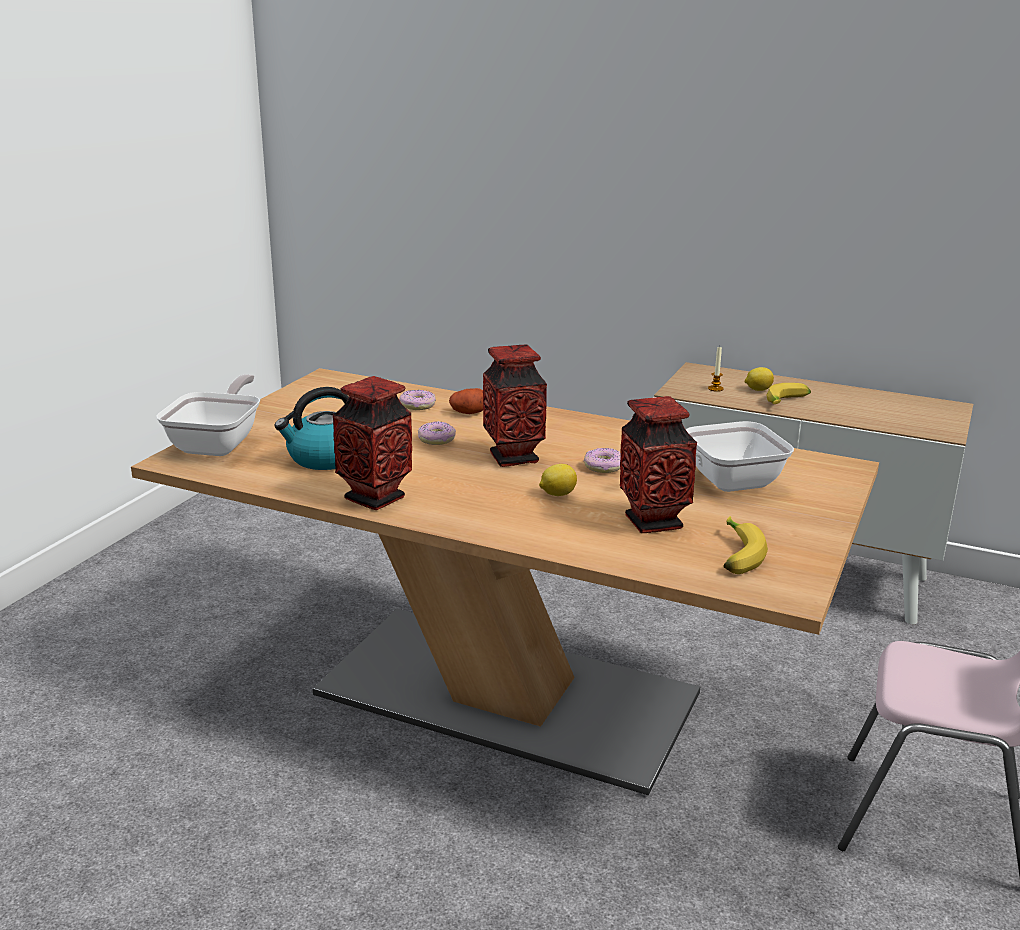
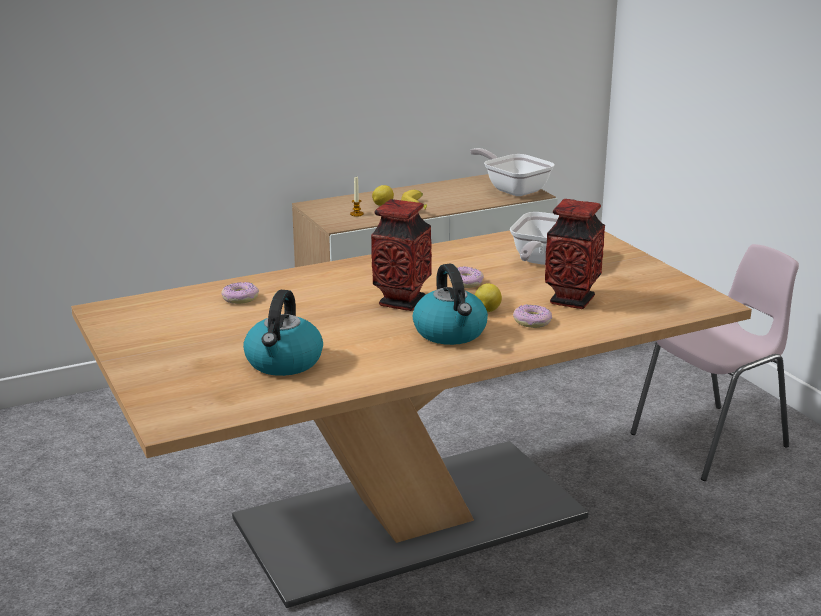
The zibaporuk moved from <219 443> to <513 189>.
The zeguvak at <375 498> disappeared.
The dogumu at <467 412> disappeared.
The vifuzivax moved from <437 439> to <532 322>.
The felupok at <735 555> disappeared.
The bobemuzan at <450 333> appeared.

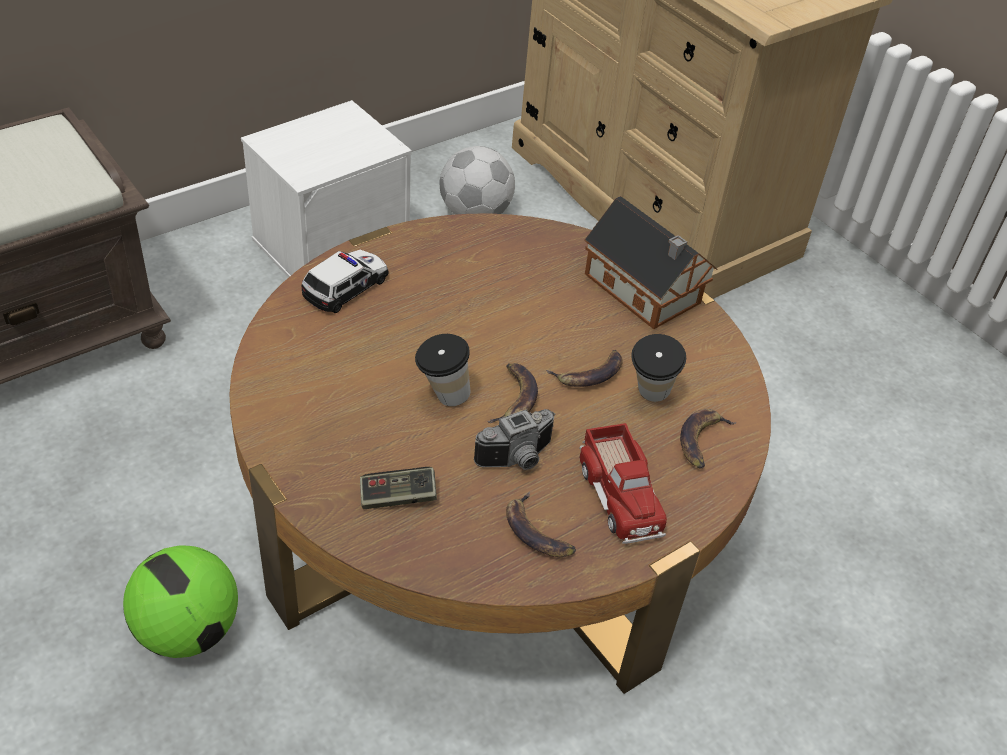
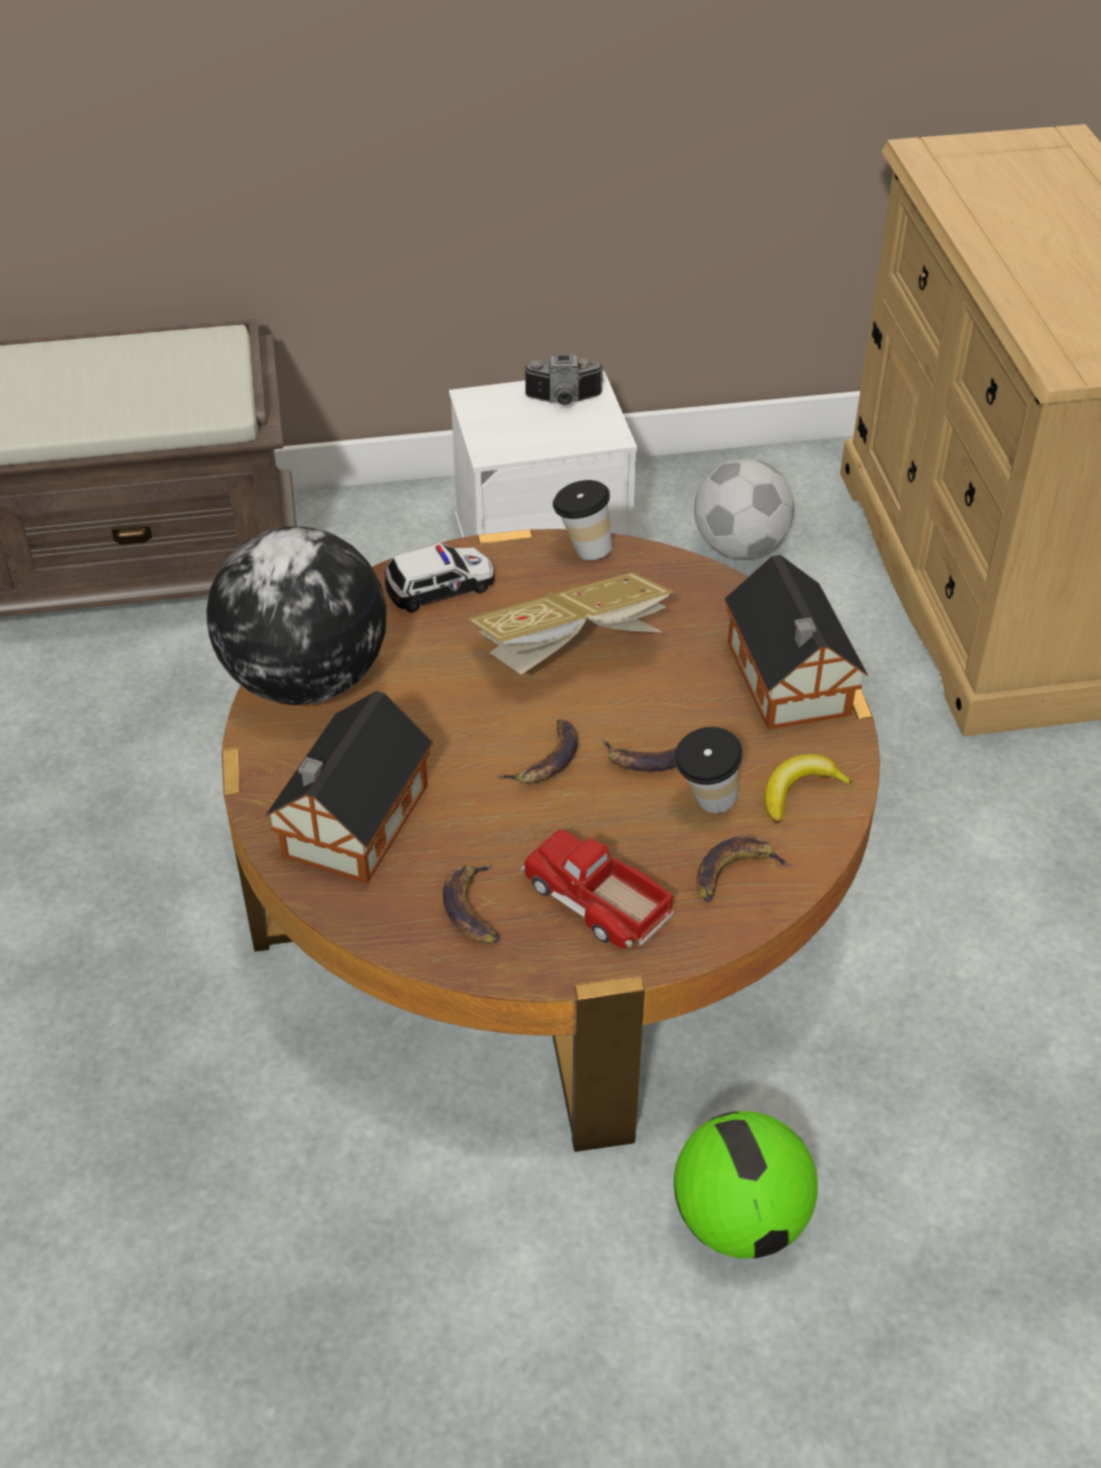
The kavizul moved from <442 397> to <582 550>.
The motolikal moved from <519 460> to <563 401>.
The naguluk at <621 494> turned 120 degrees clockwise.
The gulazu at <398 497> was replaced by the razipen at <351 825>.
The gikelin moved from <188 630> to <739 1219>.
The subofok at <305 681> appeared.
The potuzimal at <571 651> appeared.
The felupok at <799 792> appeared.

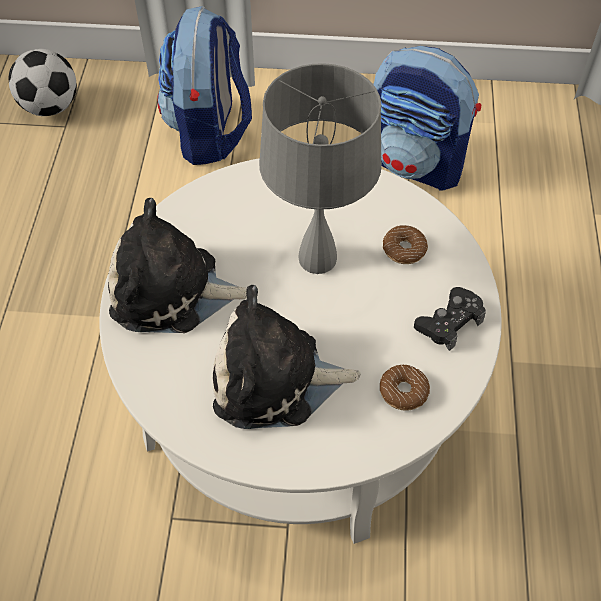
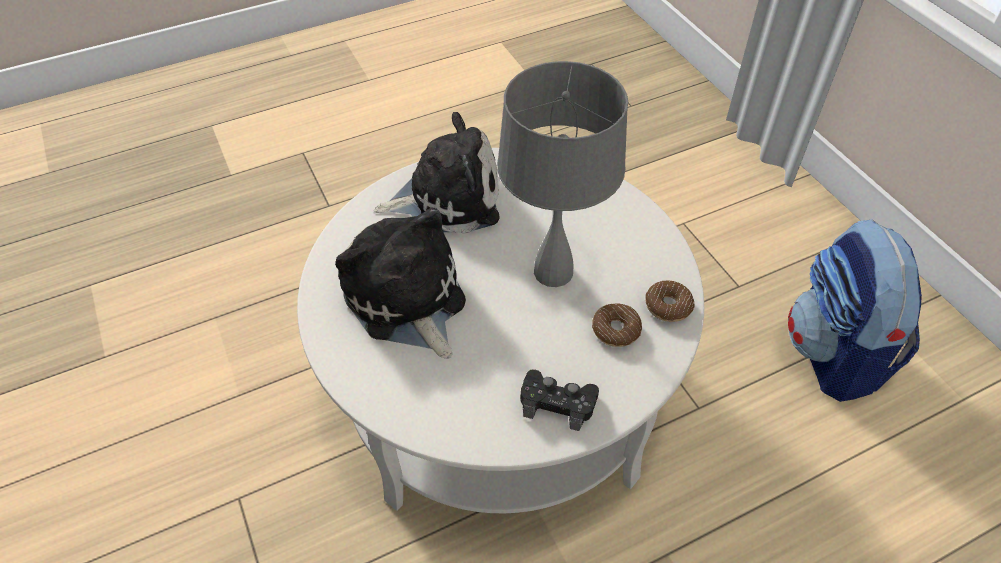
The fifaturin at <209 133> disappeared.
The gikelin at <51 107> disappeared.
The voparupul at <172 291> turned 105 degrees clockwise.
The vifuzivax moved from <403 391> to <668 306>.

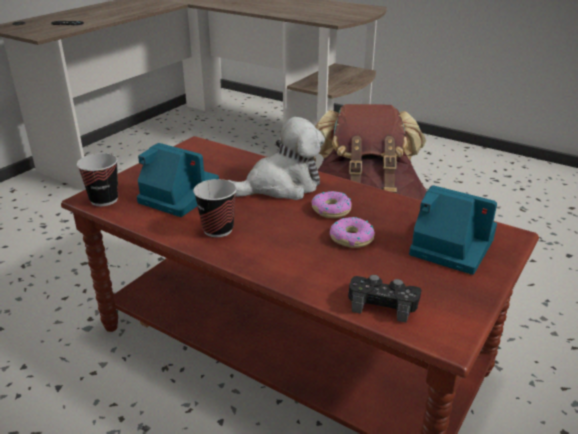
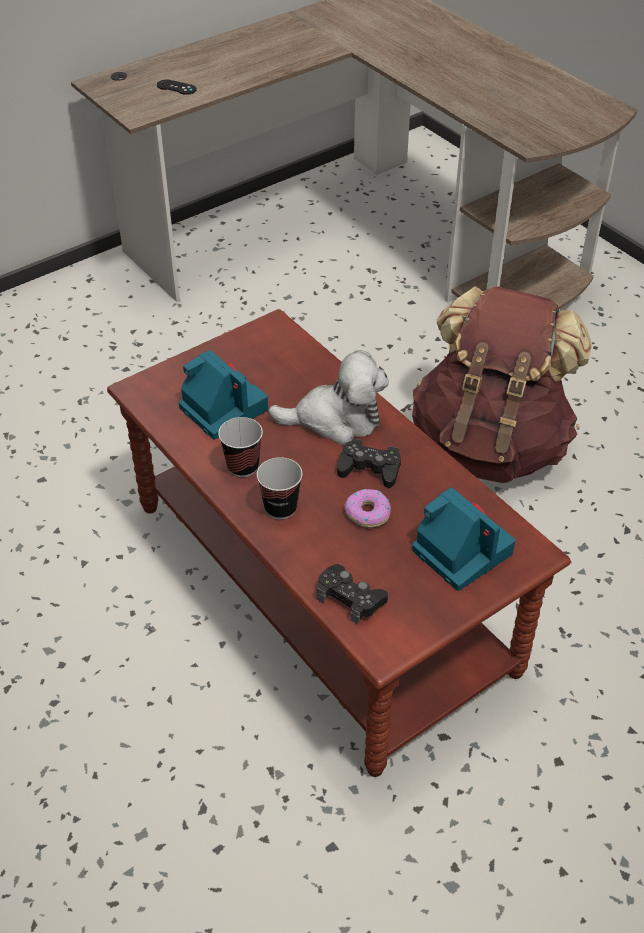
The kavizul moved from <104 200> to <280 508>.
The vifuzivax at <331 210> was replaced by the black_gulazu at <369 469>.

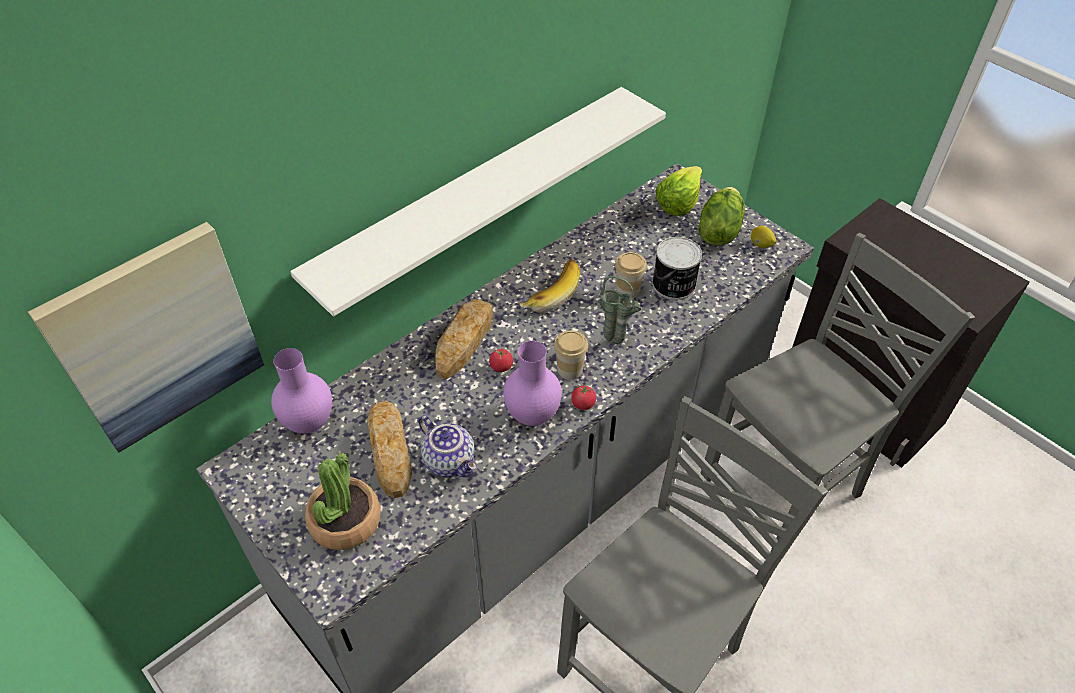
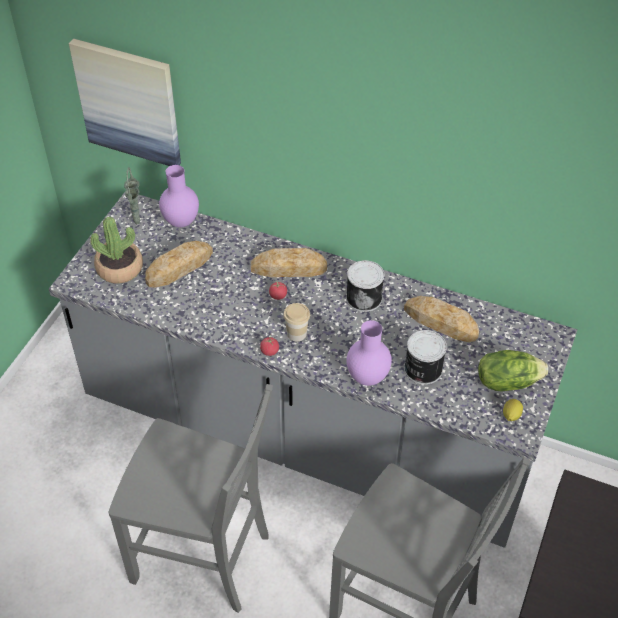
The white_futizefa at <475 199> disappeared.
The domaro at <678 202> disappeared.
The kavizul at <628 290> disappeared.
The felupok at <549 293> was replaced by the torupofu at <364 297>.
The green_zeguvak moved from <616 342> to <137 223>.
The purple_zeguvak moved from <534 416> to <367 378>.
The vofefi at <450 461> disappeared.
The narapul at <441 322> appeared.

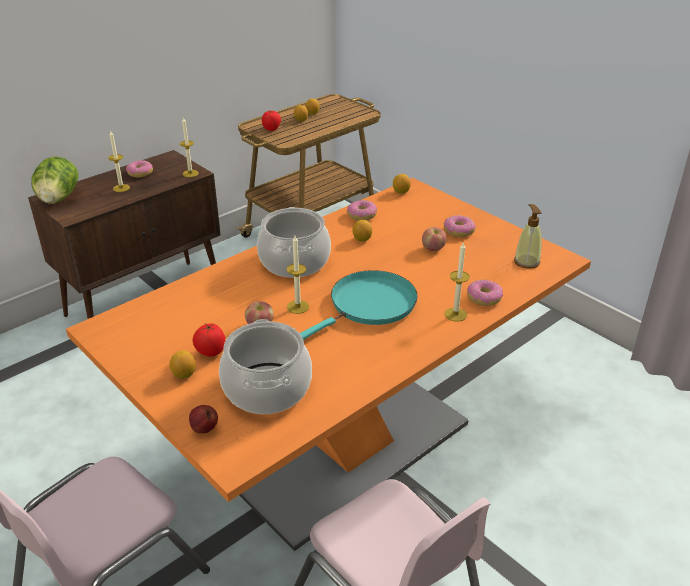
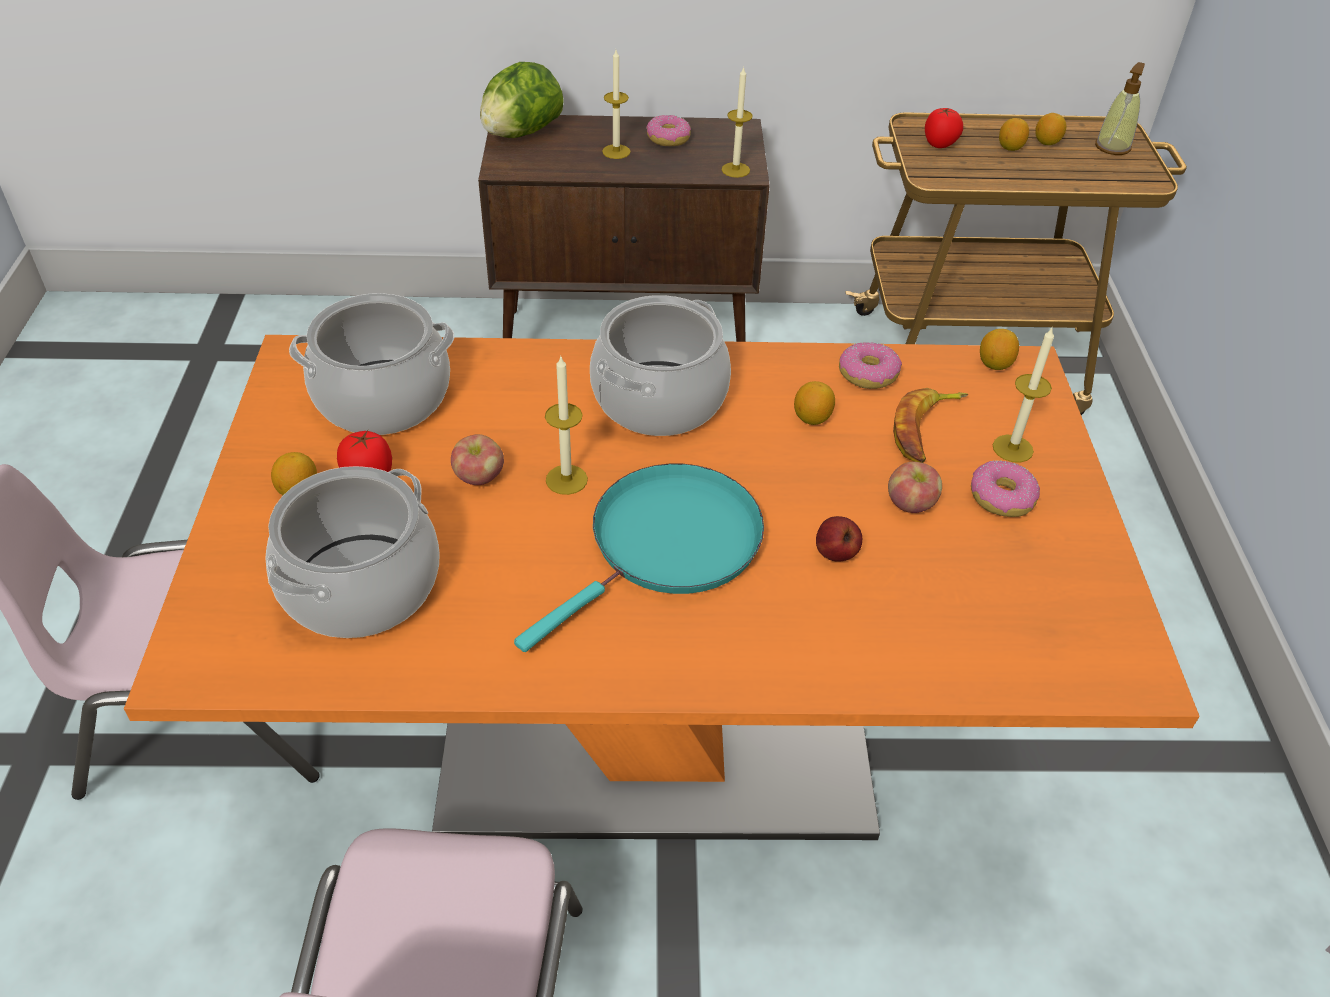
The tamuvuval moved from <526 262> to <1112 147>.
The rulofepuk moved from <455 314> to <1012 448>.
The turquoise_zibaporuk at <369 306> turned 45 degrees counterclockwise.
The vifuzivax at <484 298> disappeared.
The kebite moved from <204 429> to <835 554>.
The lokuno at <382 399> appeared.
The felupok at <926 430> appeared.

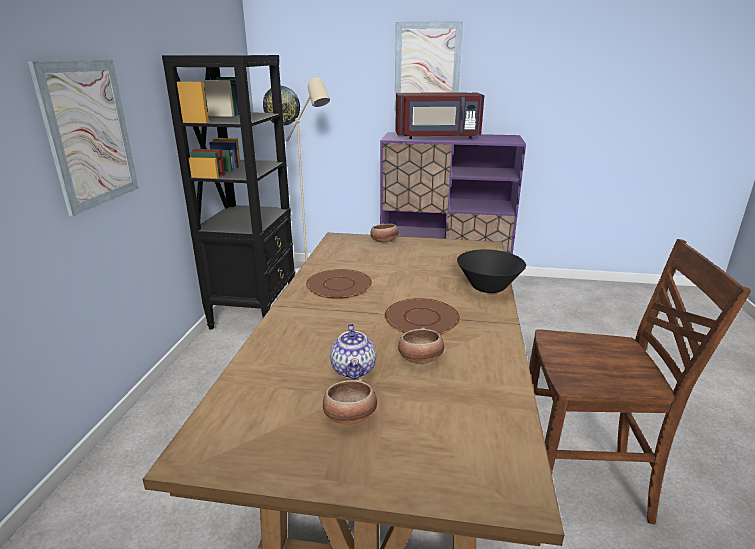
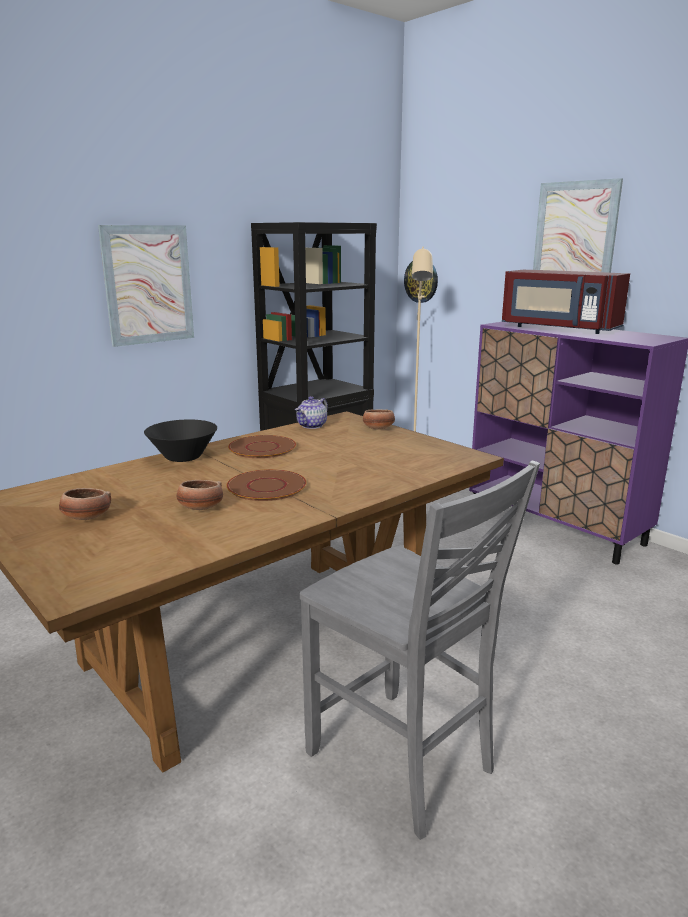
The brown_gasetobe at <583 483> became the grey_gasetobe at <403 762>.
The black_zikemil moved from <488 287> to <183 457>.
The vofefi moved from <354 370> to <312 426>.

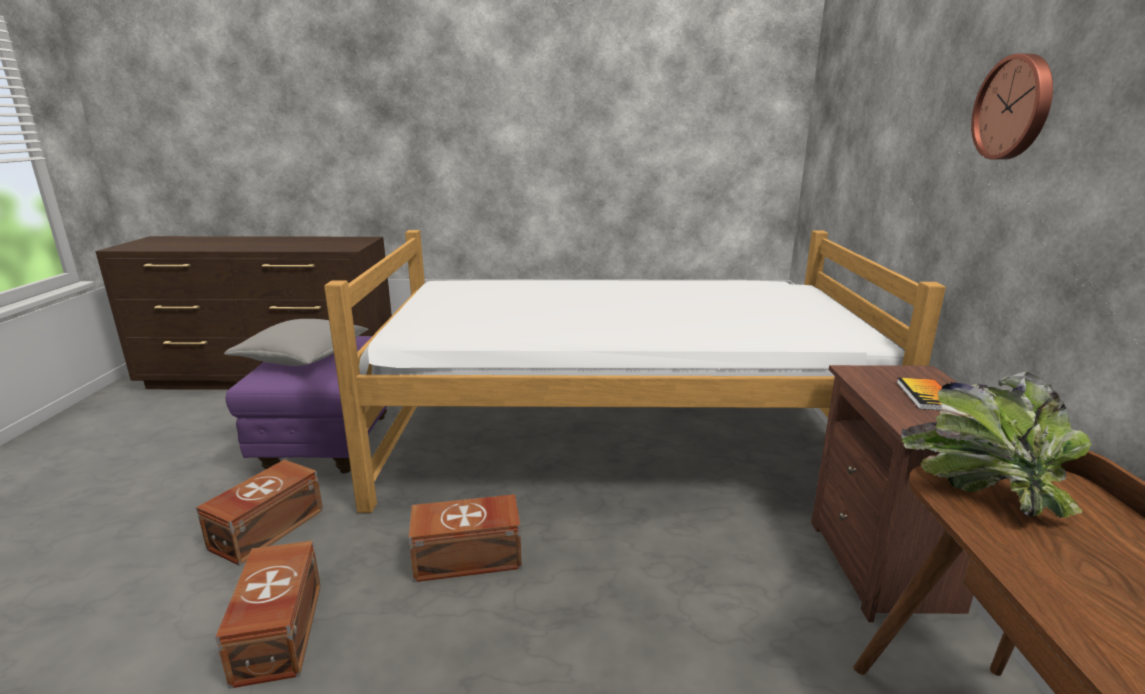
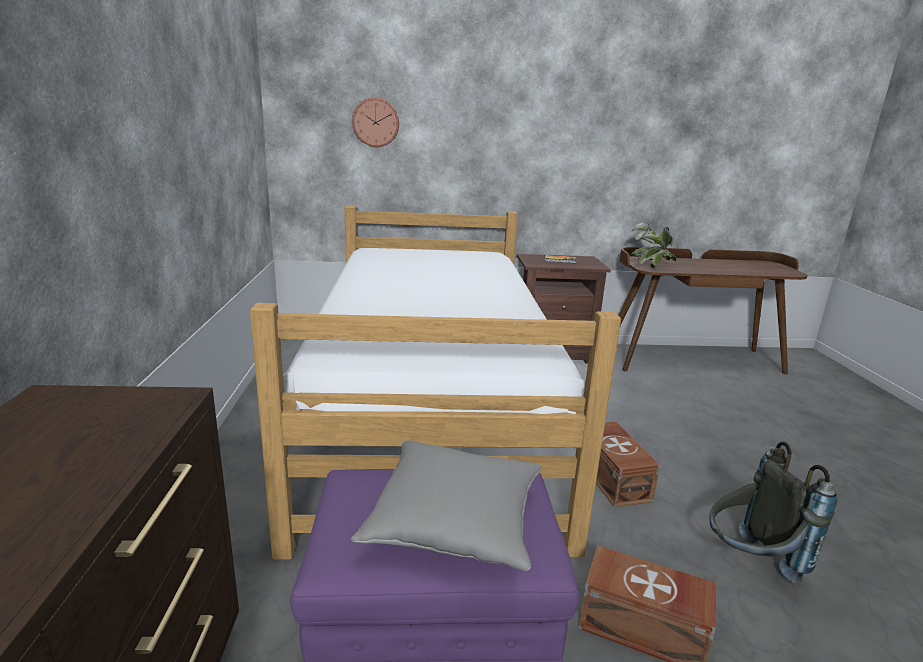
The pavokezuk moved from <1015 108> to <376 122>.
The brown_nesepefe at <276 633> was replaced by the grey_fifaturin at <749 564>.

